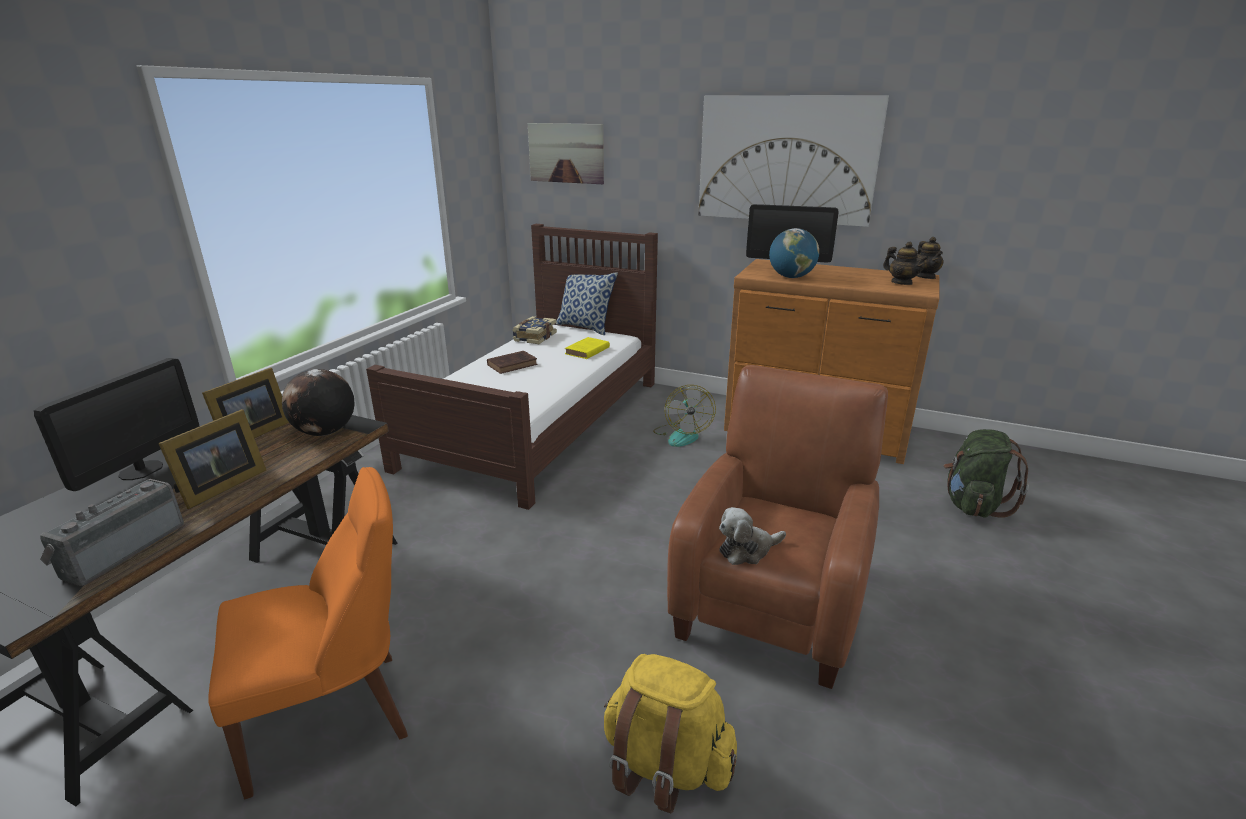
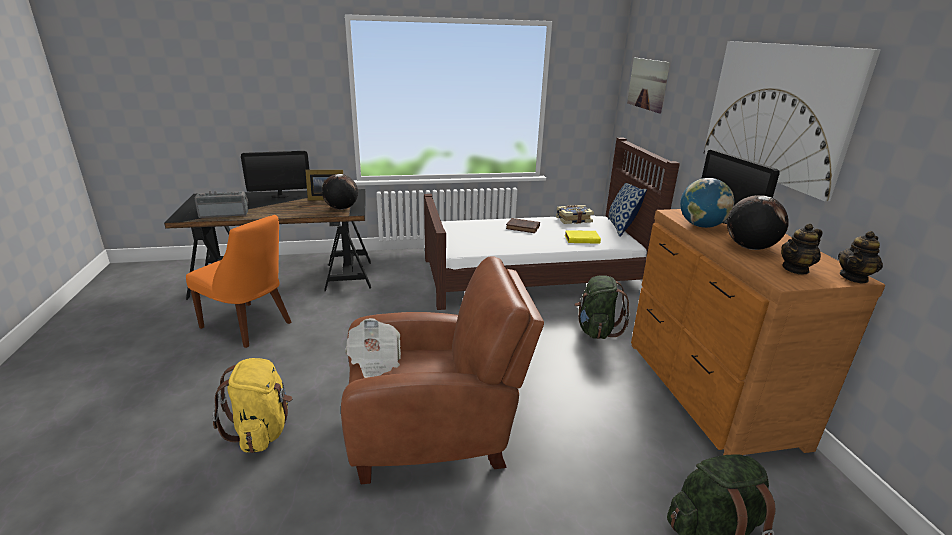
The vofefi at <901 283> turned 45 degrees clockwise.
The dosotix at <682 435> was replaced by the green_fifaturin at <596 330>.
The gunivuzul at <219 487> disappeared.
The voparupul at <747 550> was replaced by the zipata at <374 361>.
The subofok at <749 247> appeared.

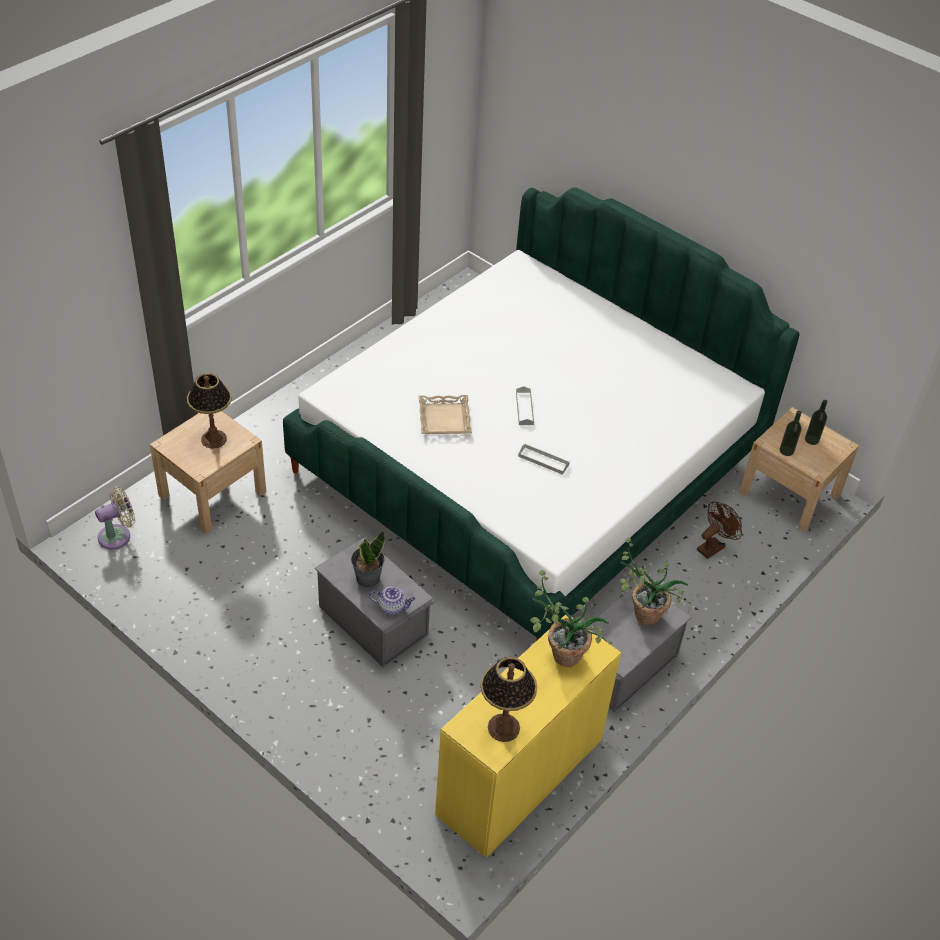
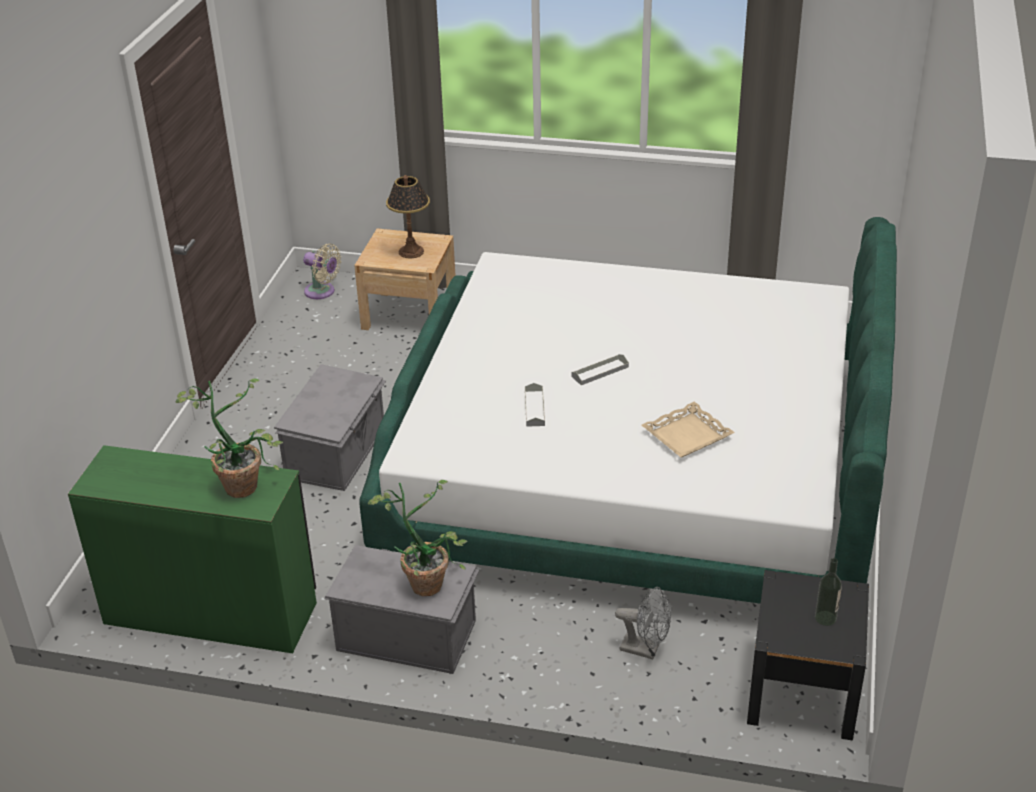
The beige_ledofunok moved from <445 419> to <687 436>.
The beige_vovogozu at <789 494> became the black_vovogozu at <802 690>.
The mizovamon at <786 451> disappeared.
The brown_dosotix at <713 546> became the grey_dosotix at <645 649>.
The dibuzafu at <367 578> disappeared.
The vofefi at <392 607> disappeared.
The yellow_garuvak at <518 776> became the green_garuvak at <211 611>.
The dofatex at <503 727> disappeared.

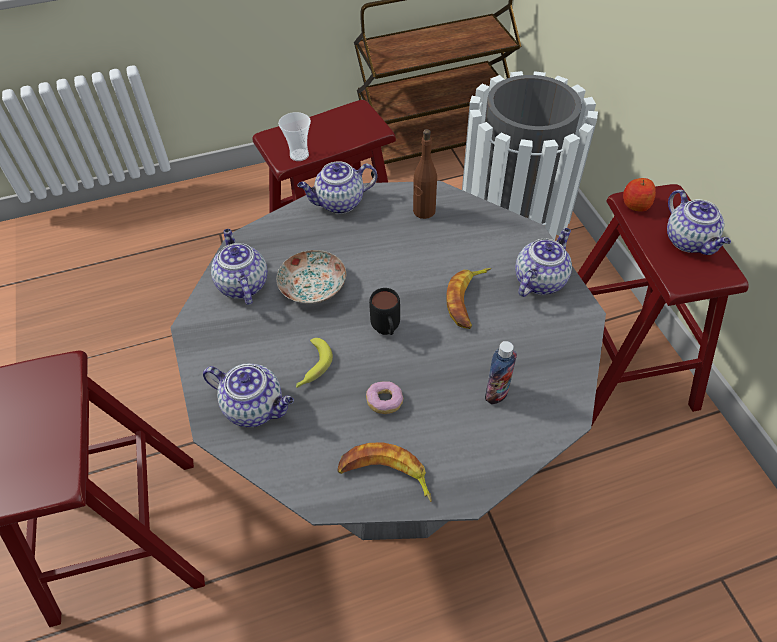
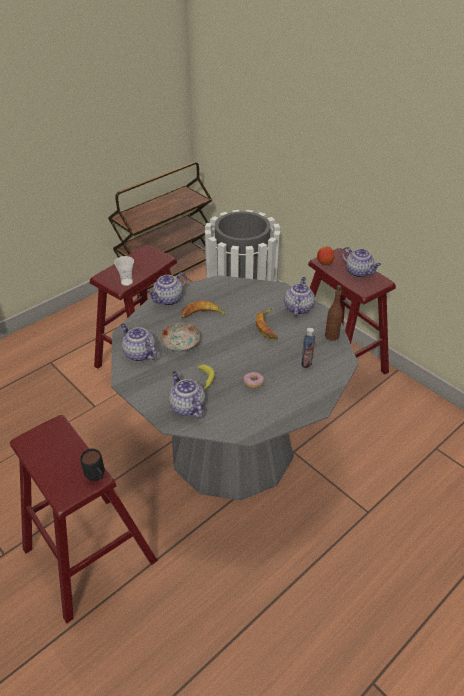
The brown_mizovamon moved from <424 211> to <331 336>.
The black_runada moved from <386 331> to <97 478>.
The vofefi at <256 407> turned 120 degrees counterclockwise.
The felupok moved from <385 476> to <202 315>.

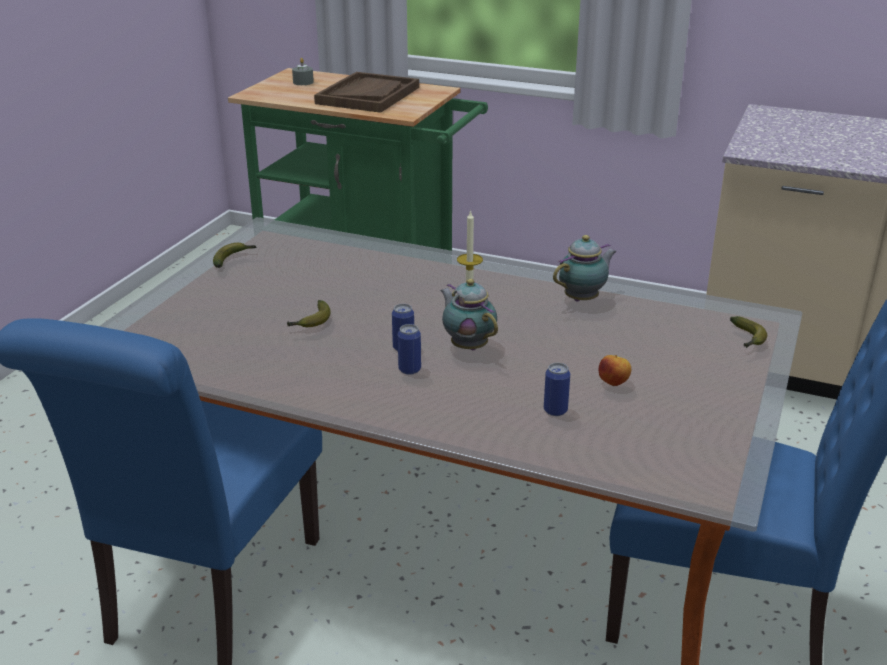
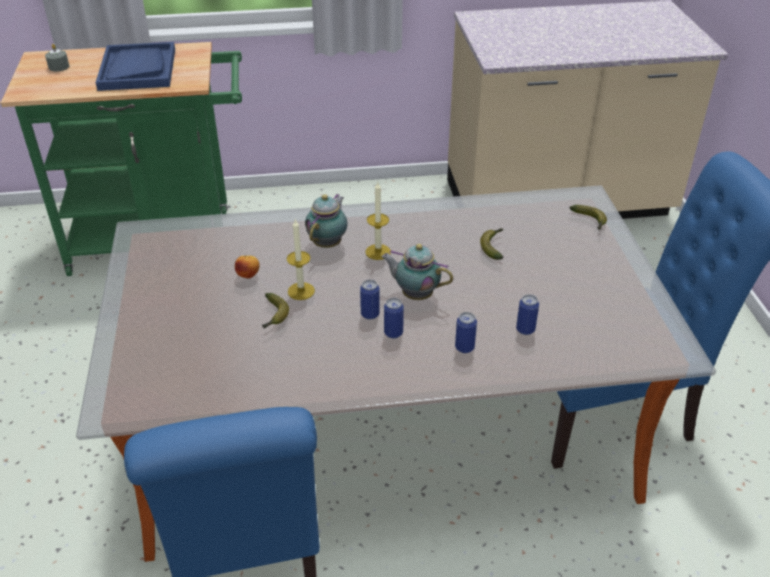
The brown_ledofunok at <368 95> became the blue_ledofunok at <137 69>.
The vofefi moved from <583 299> to <328 243>.
The felupok moved from <233 259> to <493 246>.
The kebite moved from <613 383> to <248 275>.
The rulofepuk at <301 291> appeared.
The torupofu at <464 347> appeared.

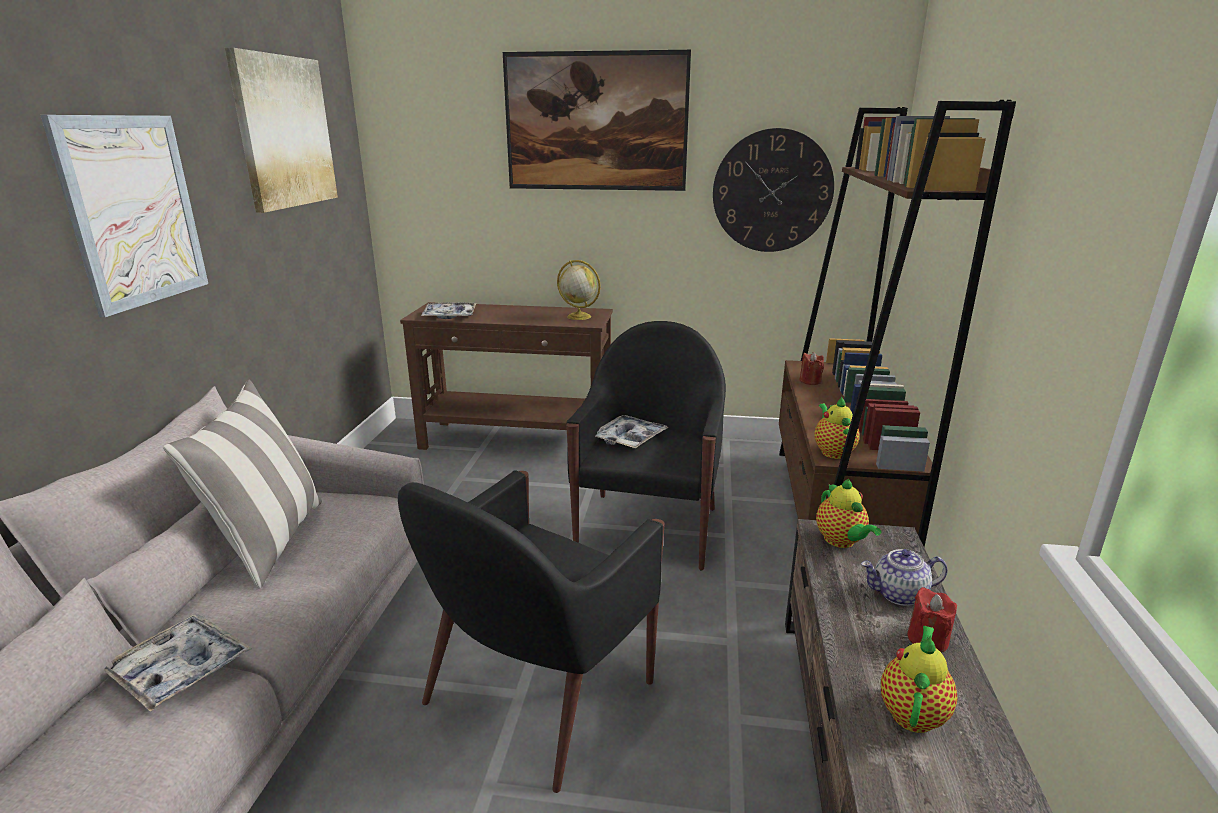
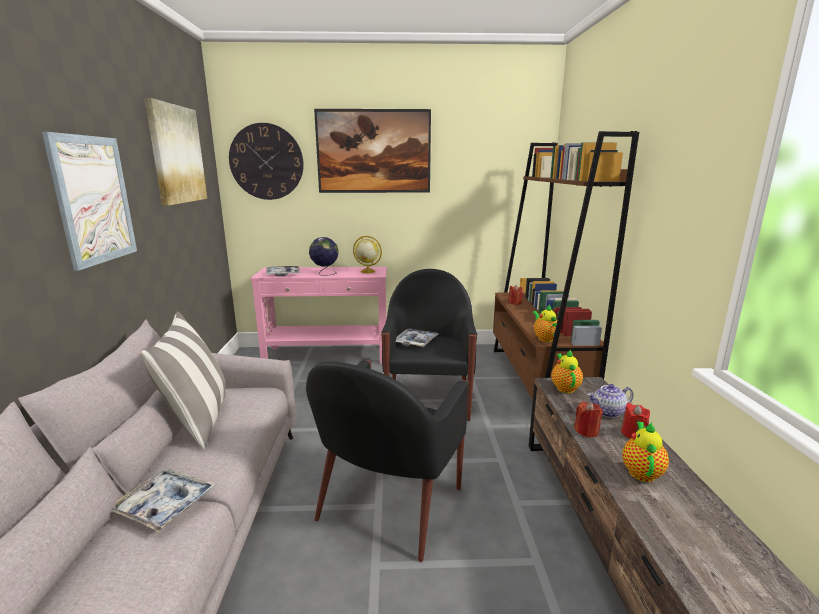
The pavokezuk moved from <772 191> to <266 162>.
The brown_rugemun at <517 441> became the pink_rugemun at <327 355>.
The vofefi at <841 541> turned 150 degrees counterclockwise.
The subofok at <325 274> appeared.
The red_rulofepuk at <586 431> appeared.

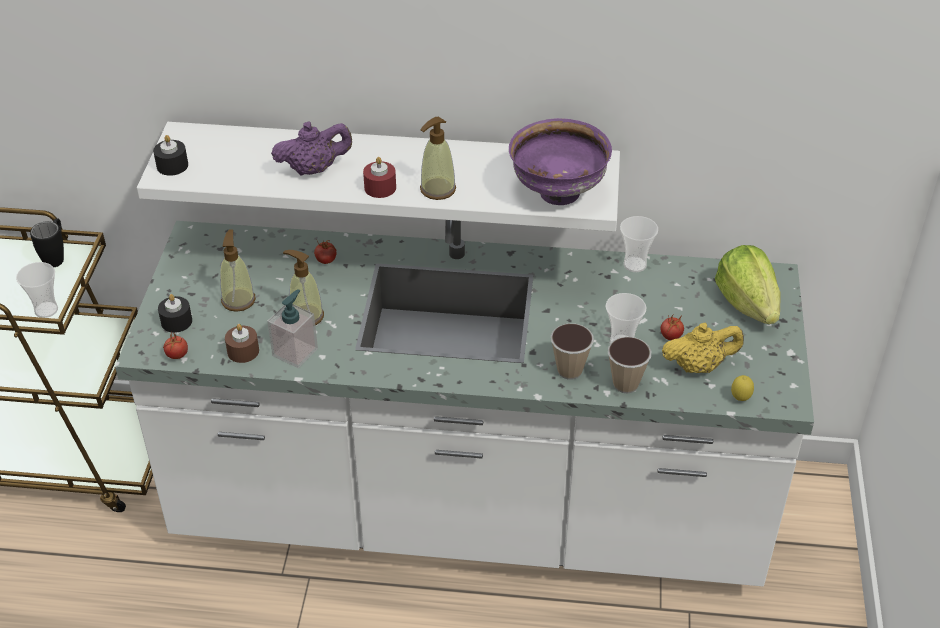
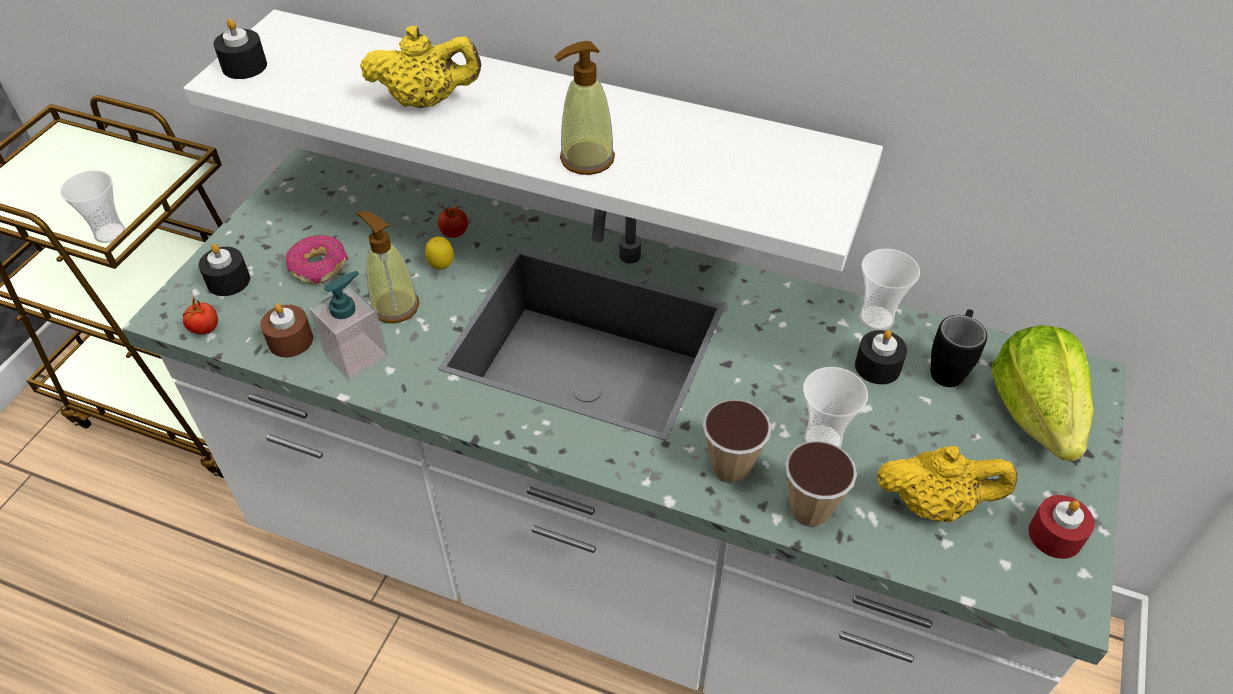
The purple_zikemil at <557 194> disappeared.
The purple_vofefi at <314 169> became the yellow_vofefi at <426 101>.
The red_rulofepuk moved from <380 187> to <1055 535>.
The black_runada moved from <56 256> to <949 367>.
The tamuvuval at <238 300> was replaced by the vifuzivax at <319 266>.
The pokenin at <671 336> disappeared.
The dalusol moved from <740 399> to <442 268>.
The black_rulofepuk at <877 366> appeared.

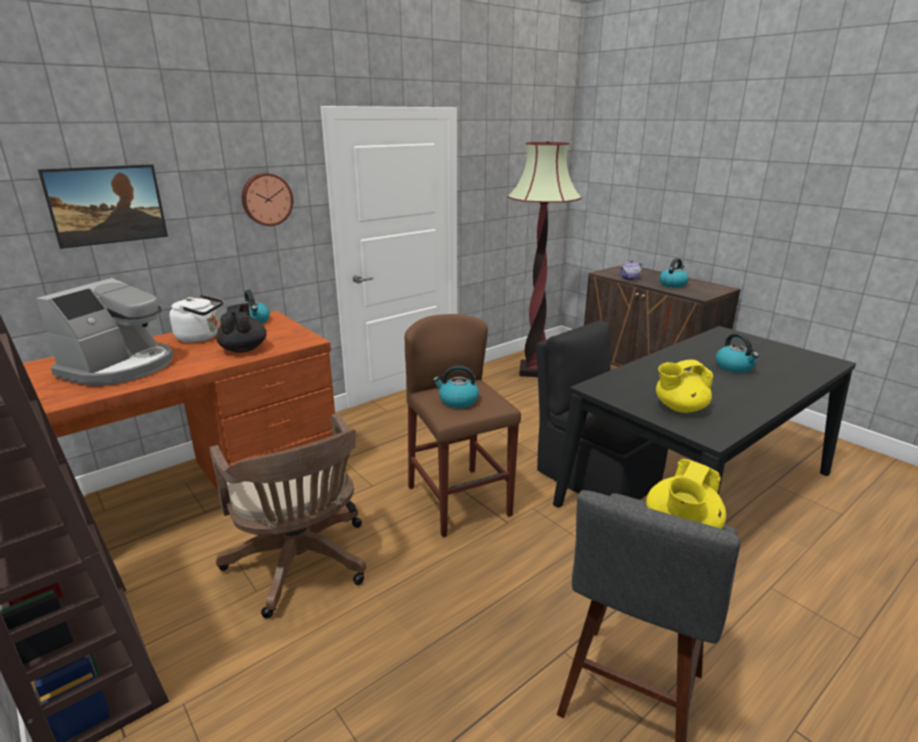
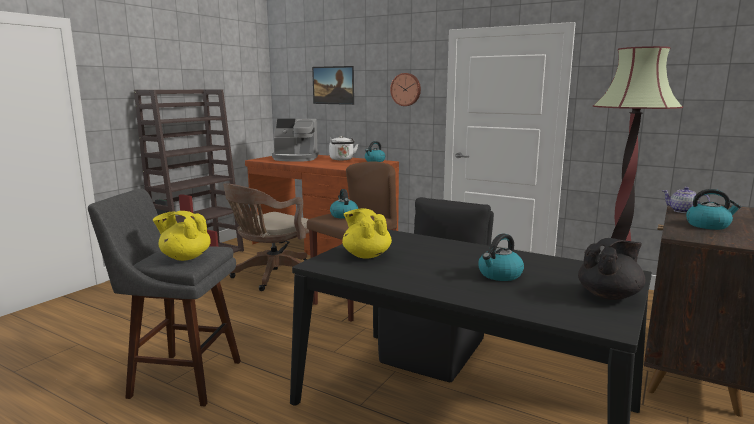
The black_vofefi moved from <244 349> to <609 295>.

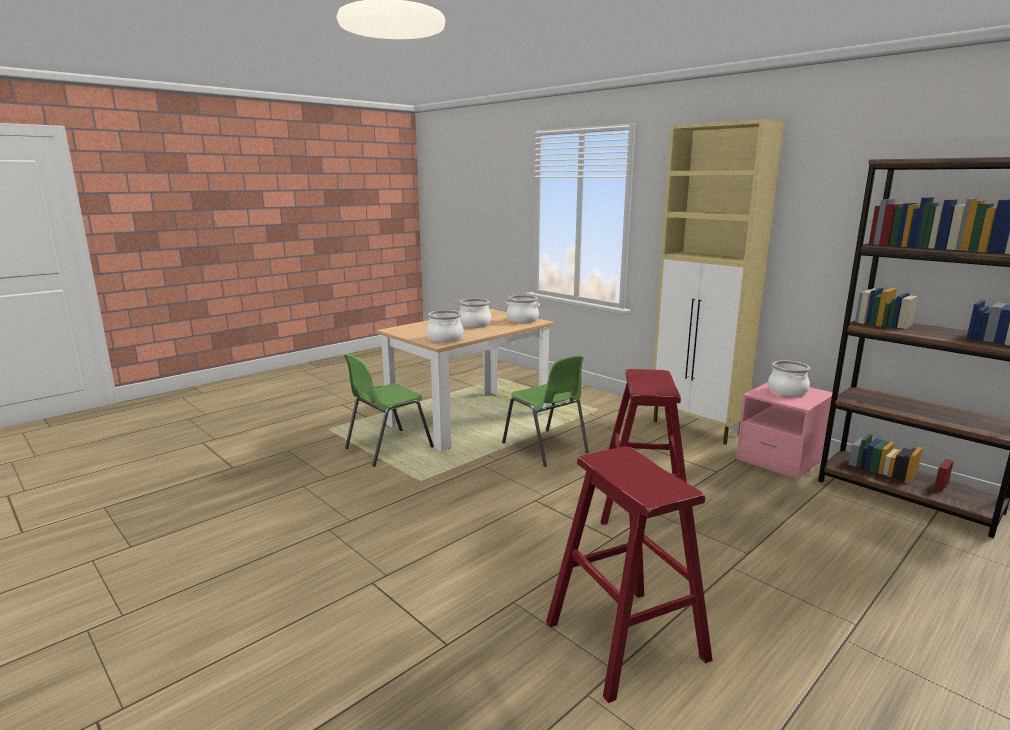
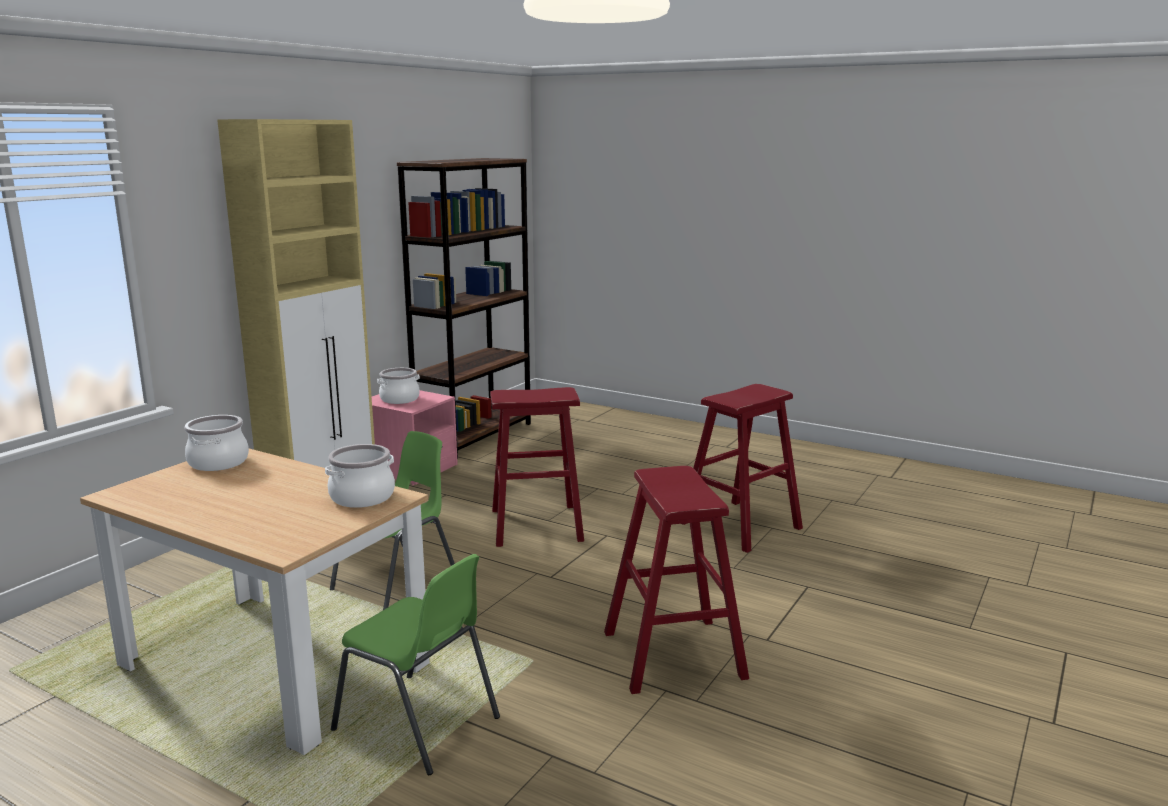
The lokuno at <475 324> disappeared.
The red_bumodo at <673 654> appeared.

